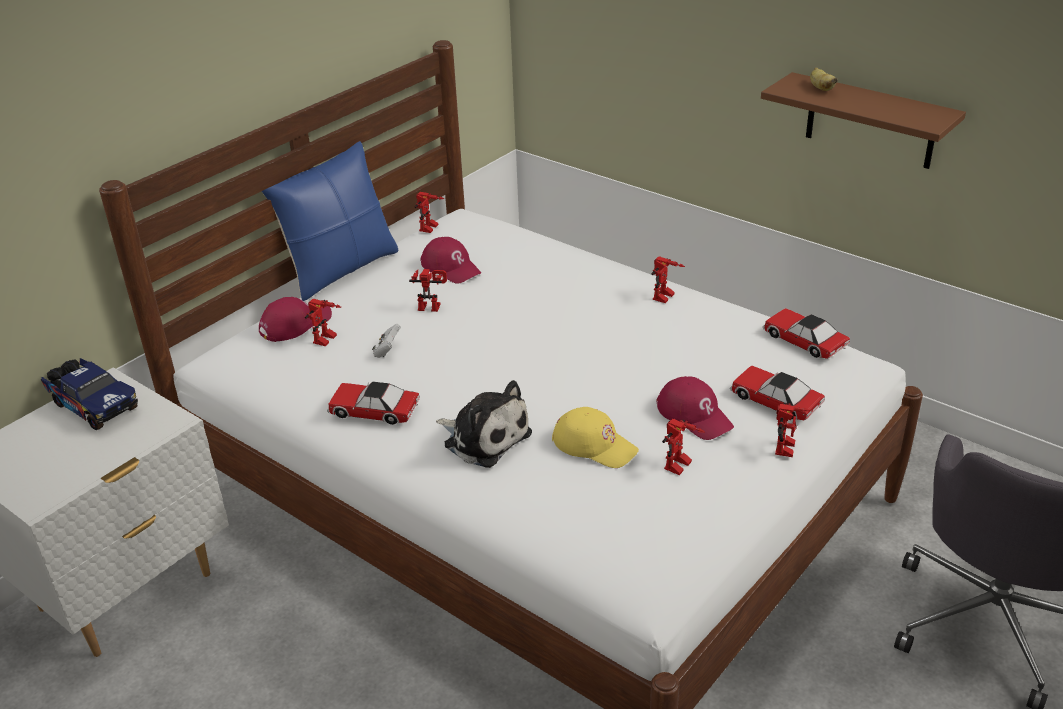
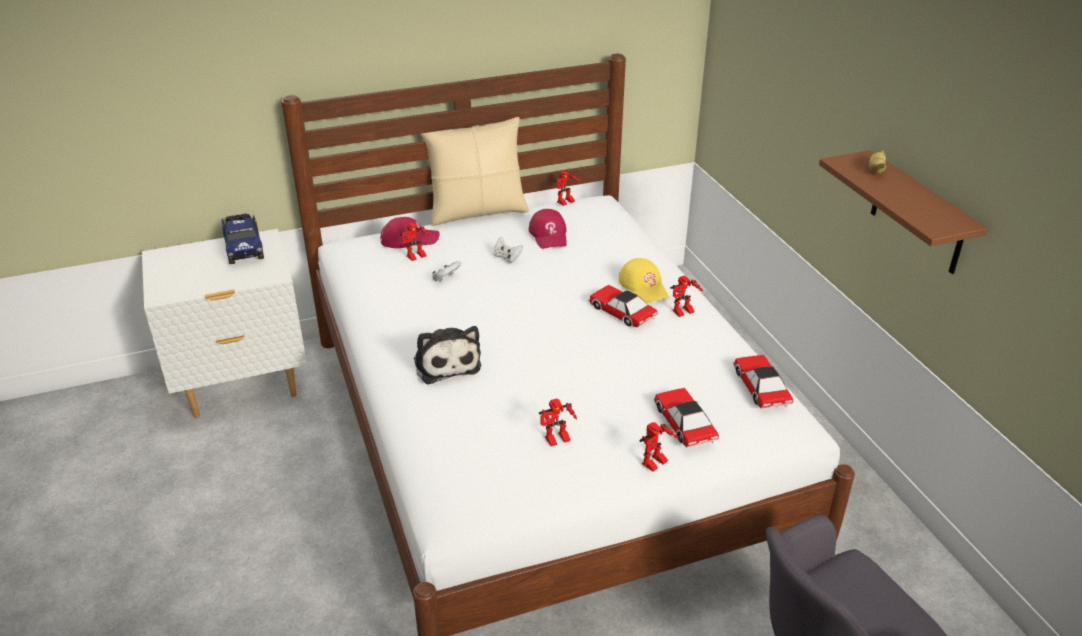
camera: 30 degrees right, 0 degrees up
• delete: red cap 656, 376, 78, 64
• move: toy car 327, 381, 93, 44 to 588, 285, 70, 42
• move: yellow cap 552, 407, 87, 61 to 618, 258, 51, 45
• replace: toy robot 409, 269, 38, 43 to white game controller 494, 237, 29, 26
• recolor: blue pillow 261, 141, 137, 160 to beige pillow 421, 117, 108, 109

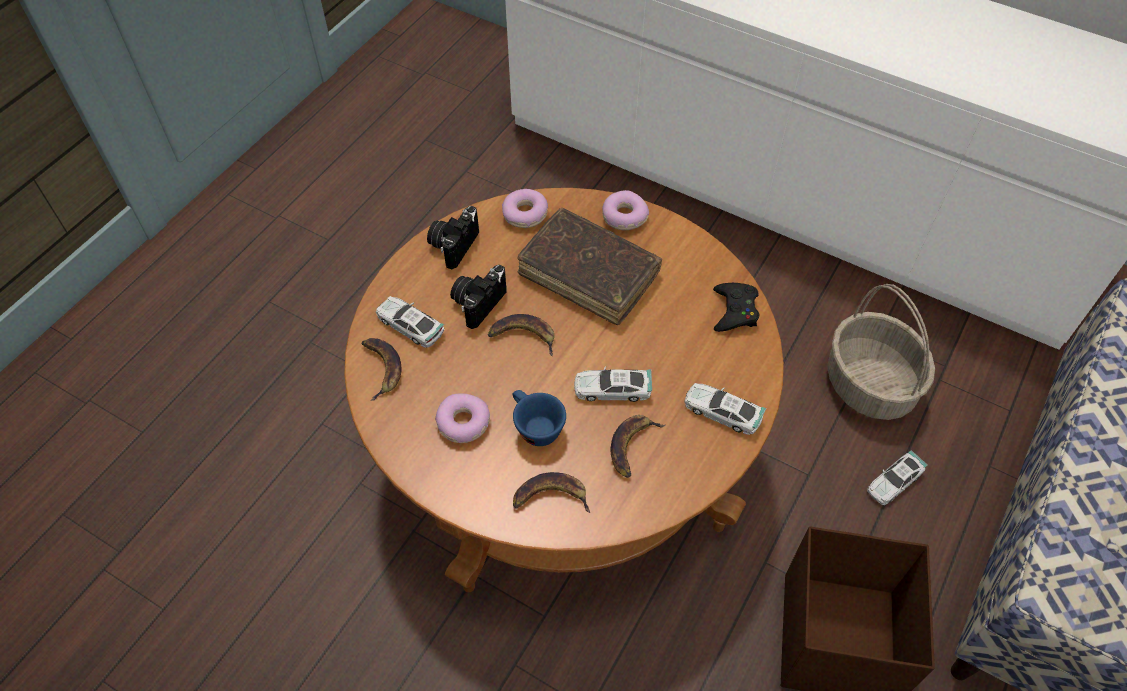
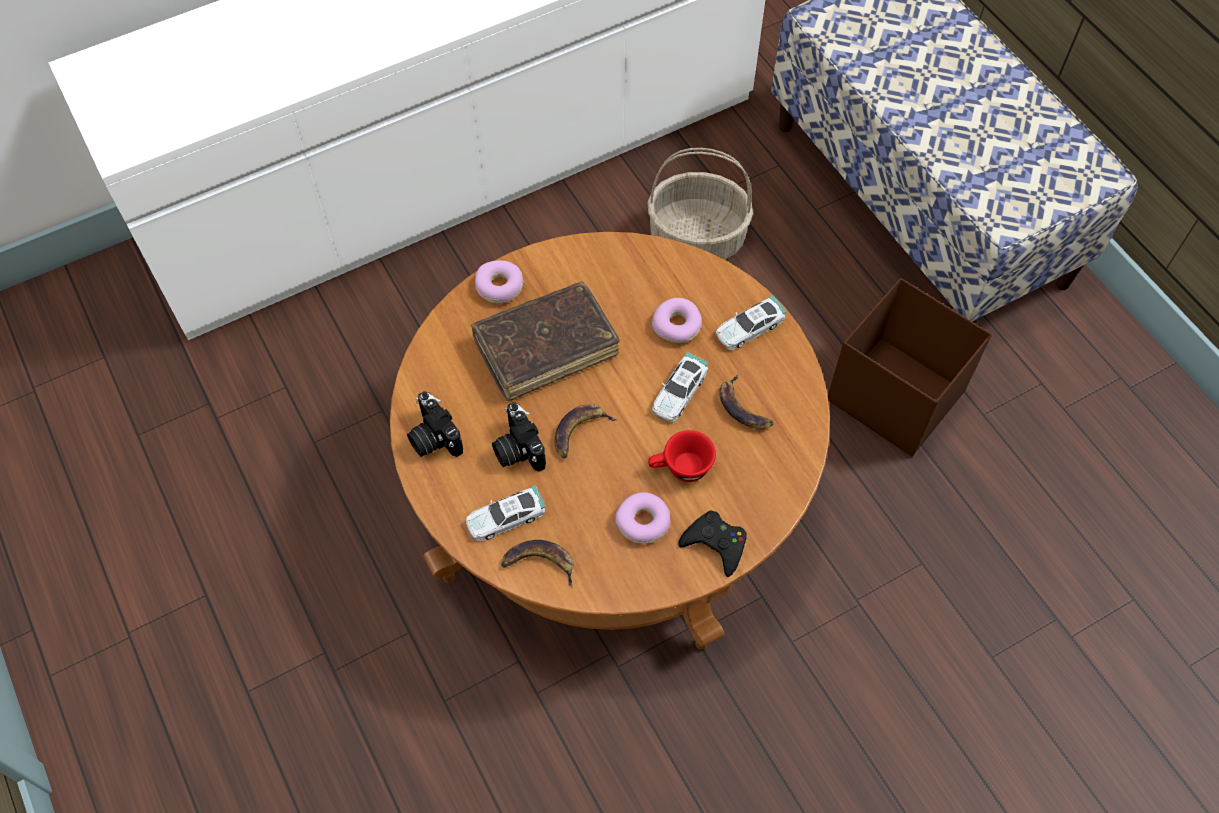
camera: 60 degrees left, 5 degrees up
• delete: banana 513, 472, 77, 41
• delete: toy car 867, 450, 60, 55
• move: donut 502, 189, 46, 39 to 652, 298, 50, 45
• move: black game controller 713, 283, 46, 49 to 678, 511, 69, 66
• recolor: blue cup 513, 390, 53, 56 to red cup 648, 430, 68, 52

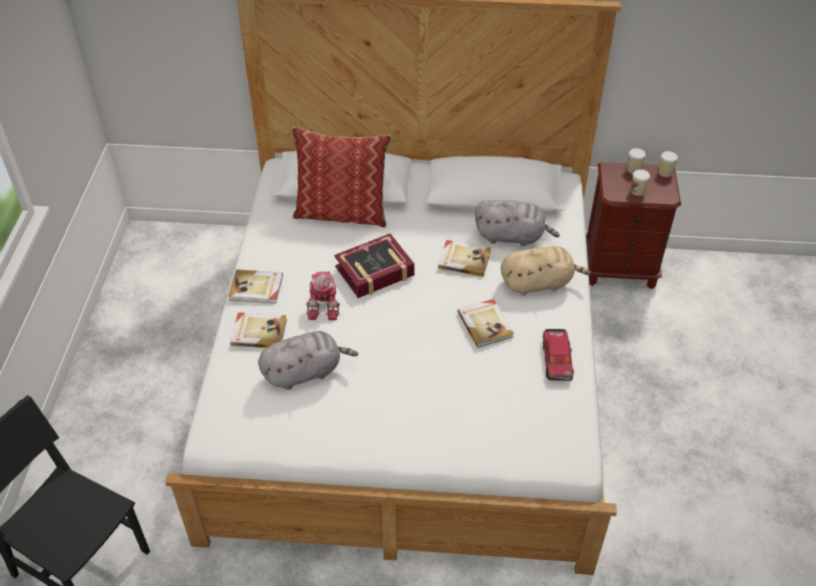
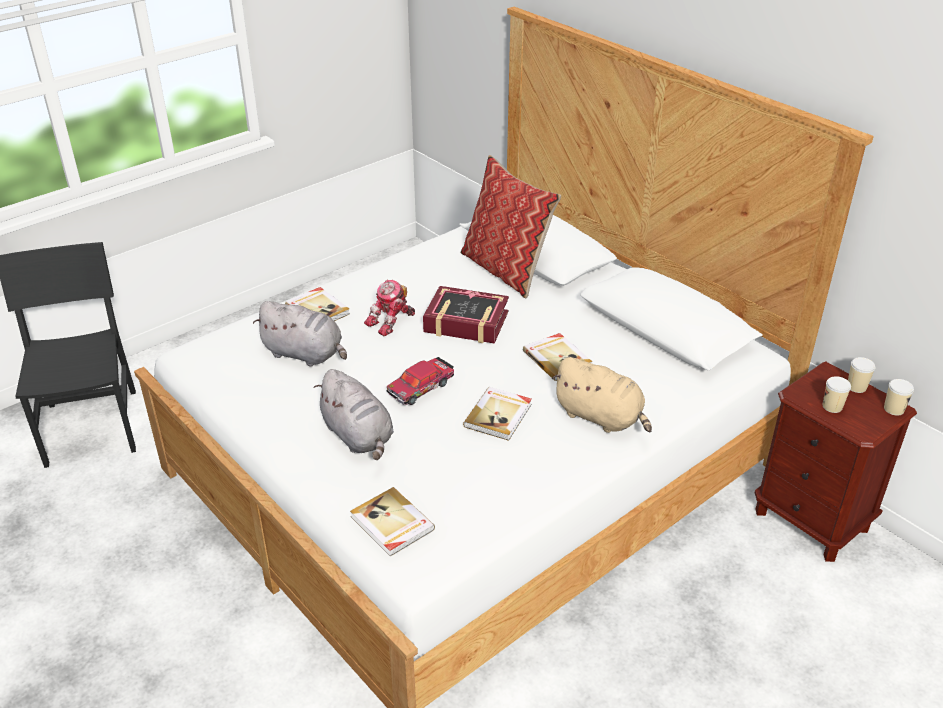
camera: 45 degrees right, 10 degrees down
• move: book 228, 269, 55, 35 to 350, 487, 85, 69
• move: grey plush toy 475, 200, 85, 46 to 314, 369, 80, 91
• move: toy car 543, 329, 31, 52 to 387, 357, 67, 48

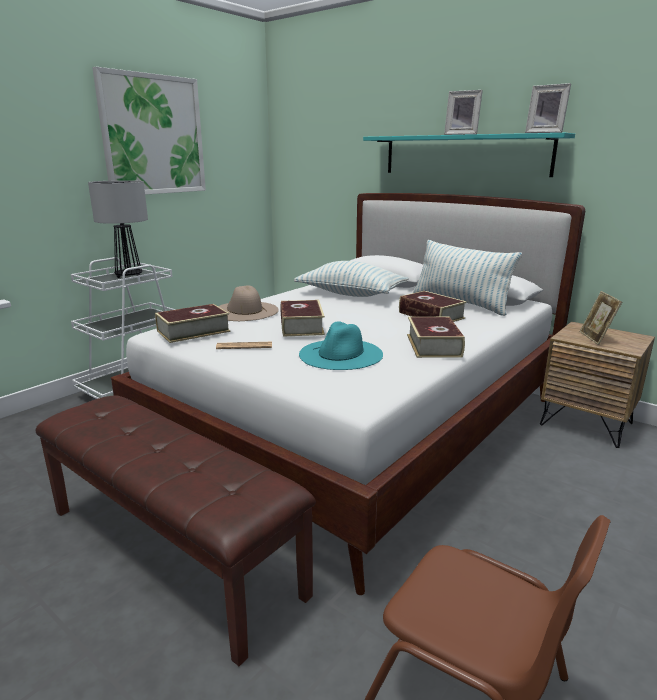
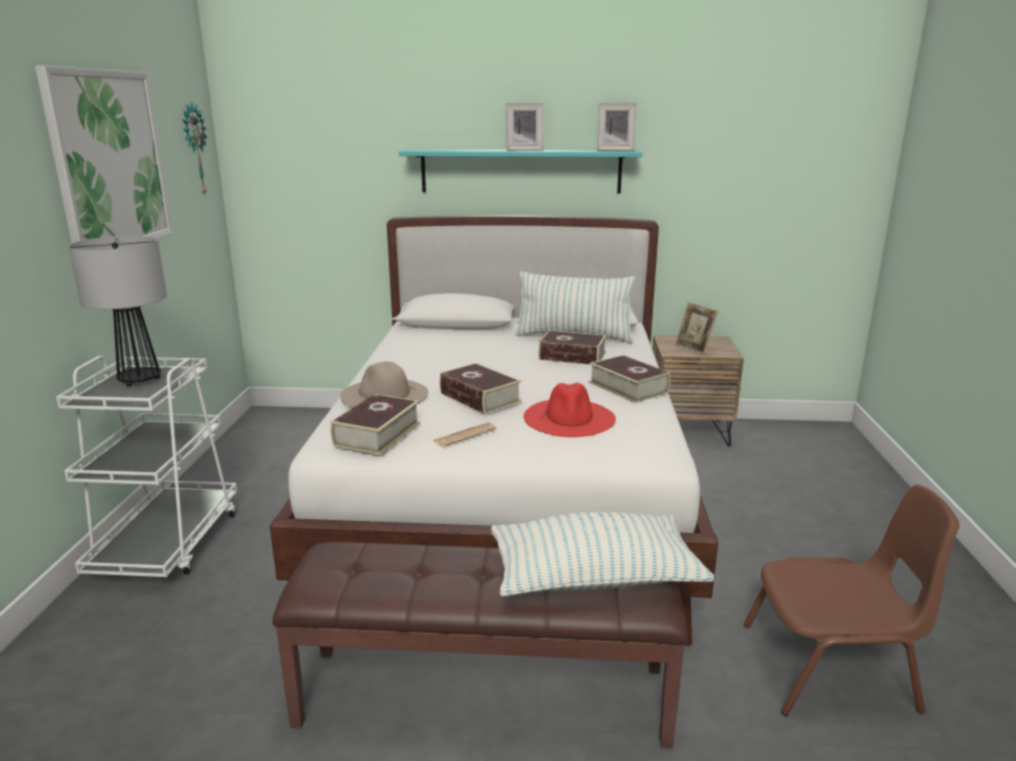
camera: 35 degrees left, 0 degrees up
• insert: wall clock 182, 102, 25, 95
• move: pillow 294, 261, 115, 36 to 491, 512, 223, 85
• recolor: turquoise hat 299, 321, 84, 49 to red hat 524, 383, 92, 54

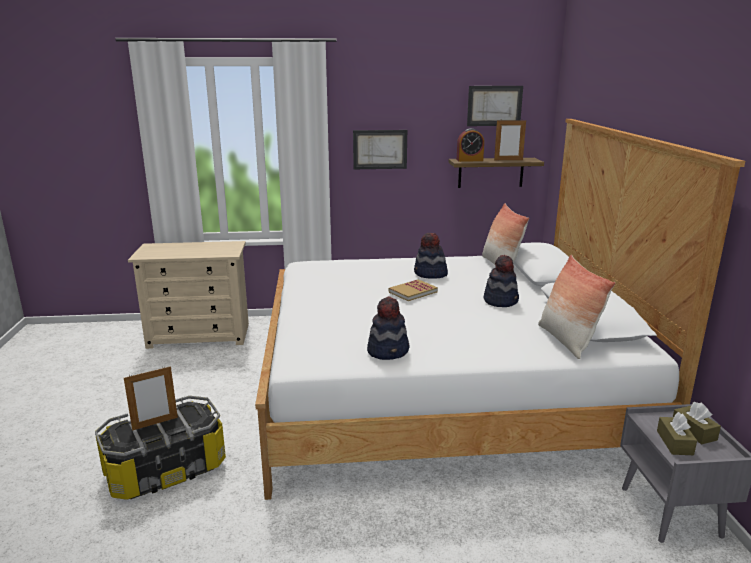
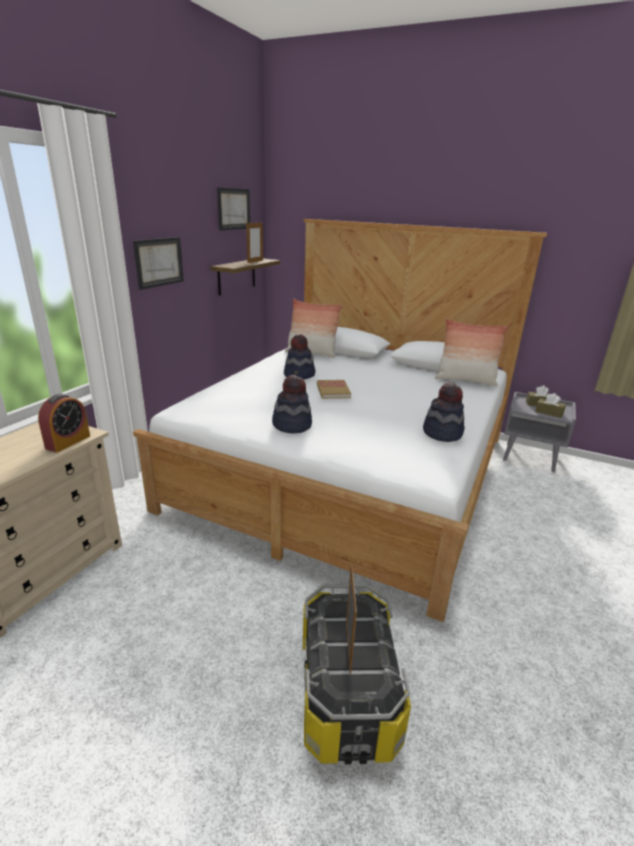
camera: 60 degrees left, 5 degrees up
• move: alarm clock 457, 128, 27, 34 to 38, 394, 52, 59
• move: hat 483, 255, 36, 52 to 272, 375, 40, 59

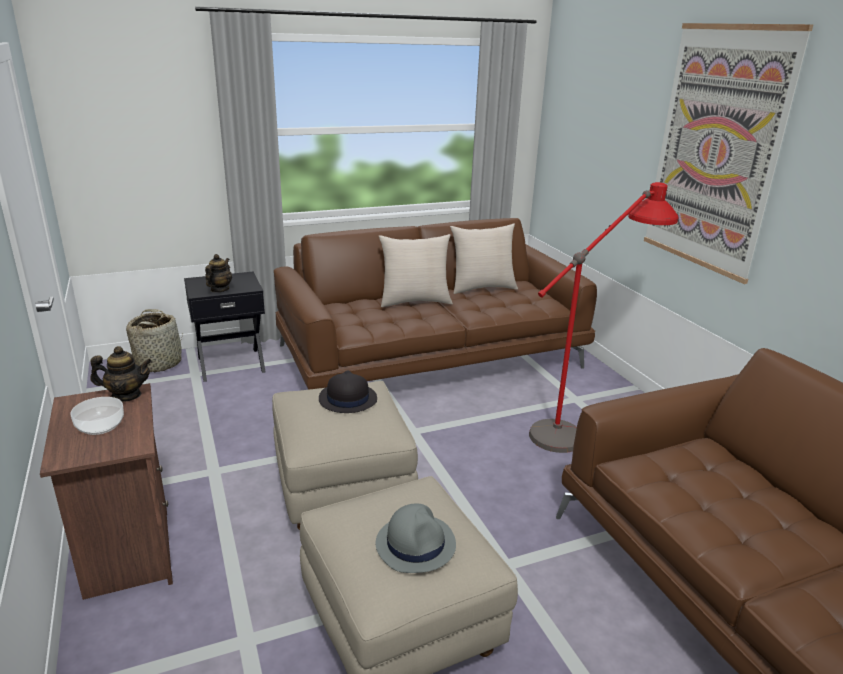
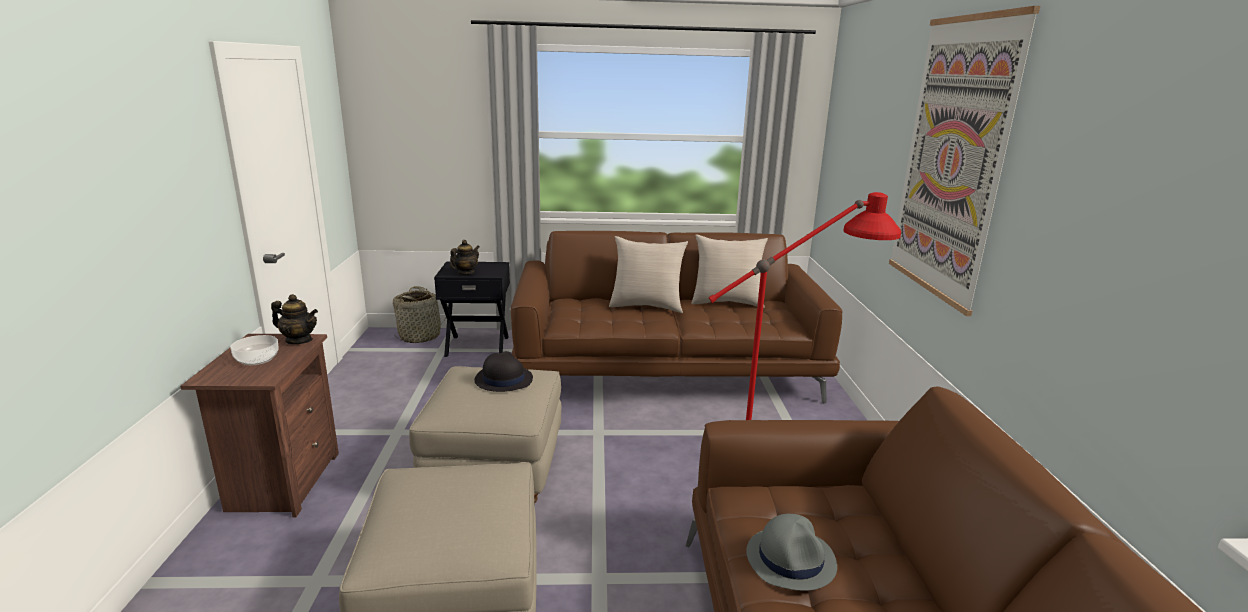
camera: 20 degrees right, 5 degrees down
• move: grey hat 376, 504, 80, 69 to 746, 514, 91, 77

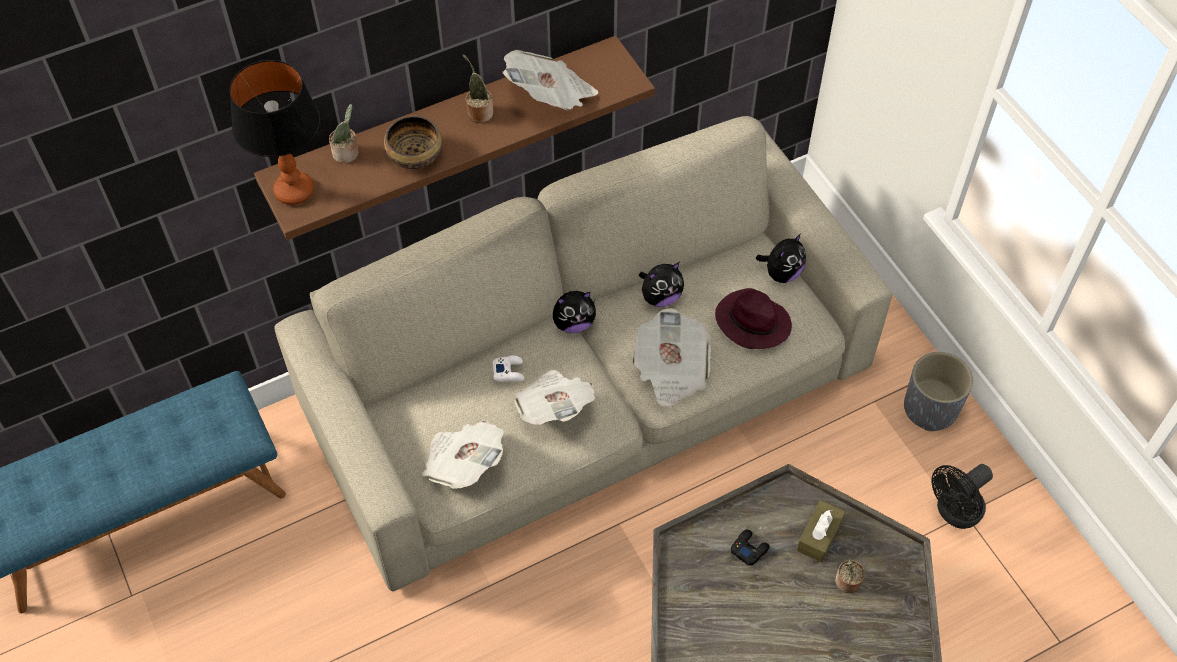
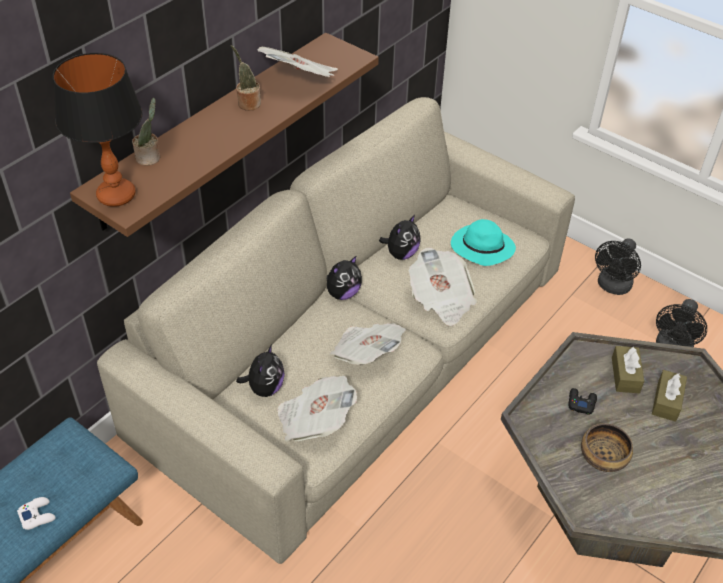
camera: 25 degrees left, 10 degrees down
• move: bowl 384, 115, 58, 54 to 581, 423, 52, 49
• move: white game controller 493, 355, 31, 27 to 17, 497, 39, 33
• move: plush toy 756, 233, 50, 50 to 236, 344, 49, 53
• replace: potted plant 835, 559, 30, 34 to brown tissue box 652, 370, 35, 52
• replace: grey planter 904, 352, 69, 79 to black fan 595, 238, 46, 57
• recolor: purple hat 715, 288, 77, 61 to turquoise hat 451, 219, 65, 47

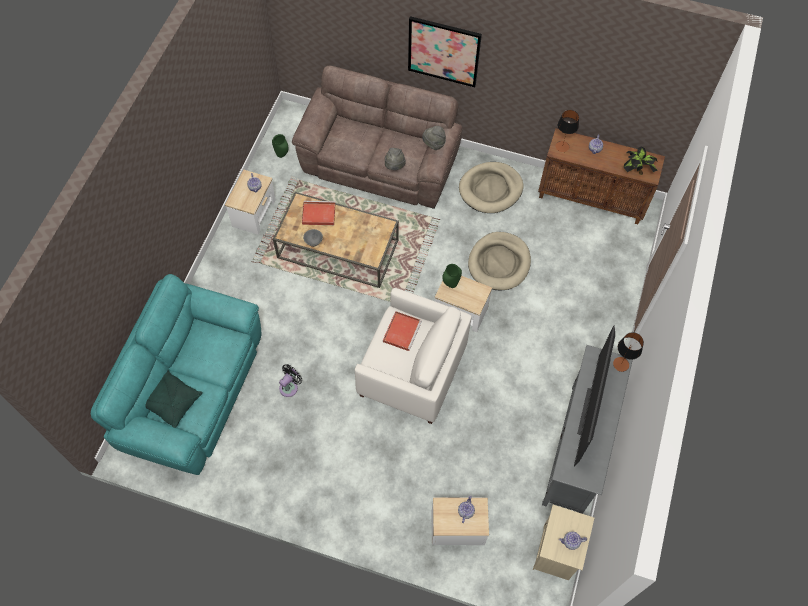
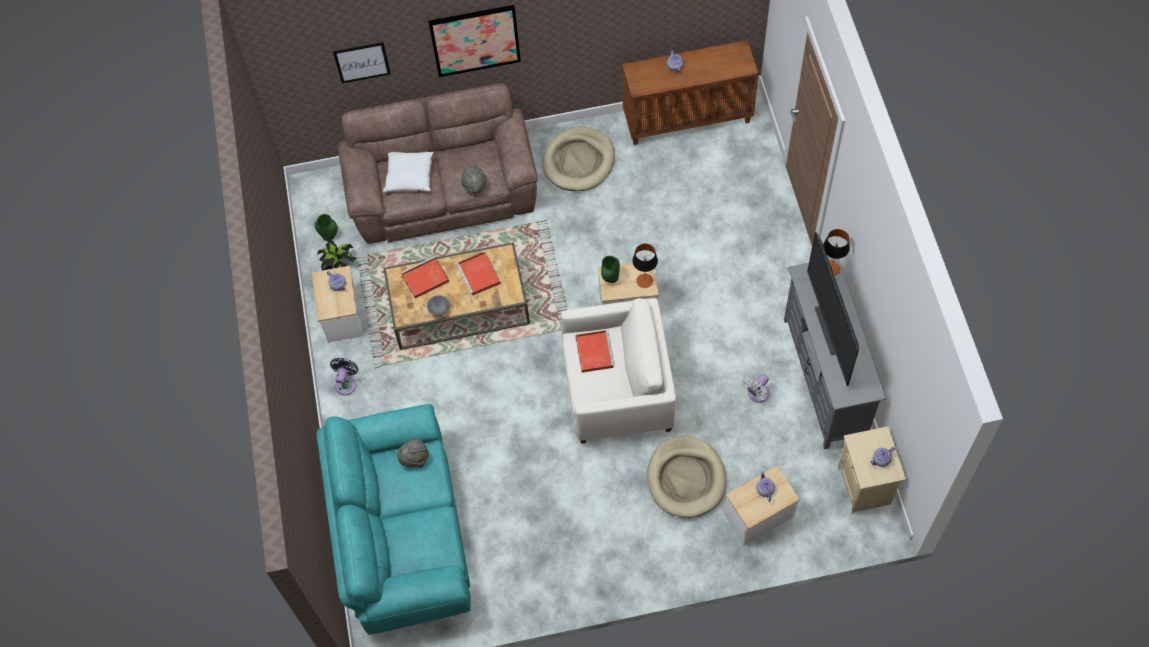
camera: 25 degrees left, 0 degrees up
• delete: green pillow 145, 370, 58, 58
• insert: picture 333, 42, 58, 41
• insert: white pillow 383, 152, 51, 40
• insert: red tray 456, 252, 45, 44
• insert: white fan 742, 374, 28, 29
• move: black fan 279, 364, 23, 33 to 330, 358, 28, 38
• move: grey hat 422, 126, 24, 24 to 397, 439, 32, 29
• move: beige dog bed 468, 232, 63, 58 to 647, 436, 79, 82
• move: table lamp 556, 110, 23, 42 to 633, 244, 25, 44
• move: potted plant 623, 146, 35, 29 to 317, 241, 39, 30

